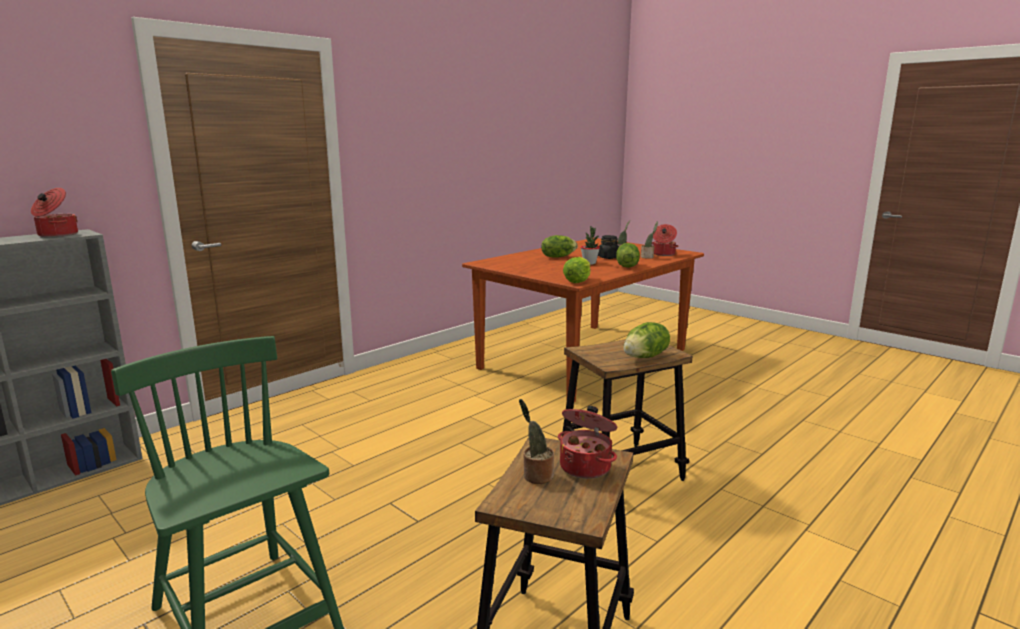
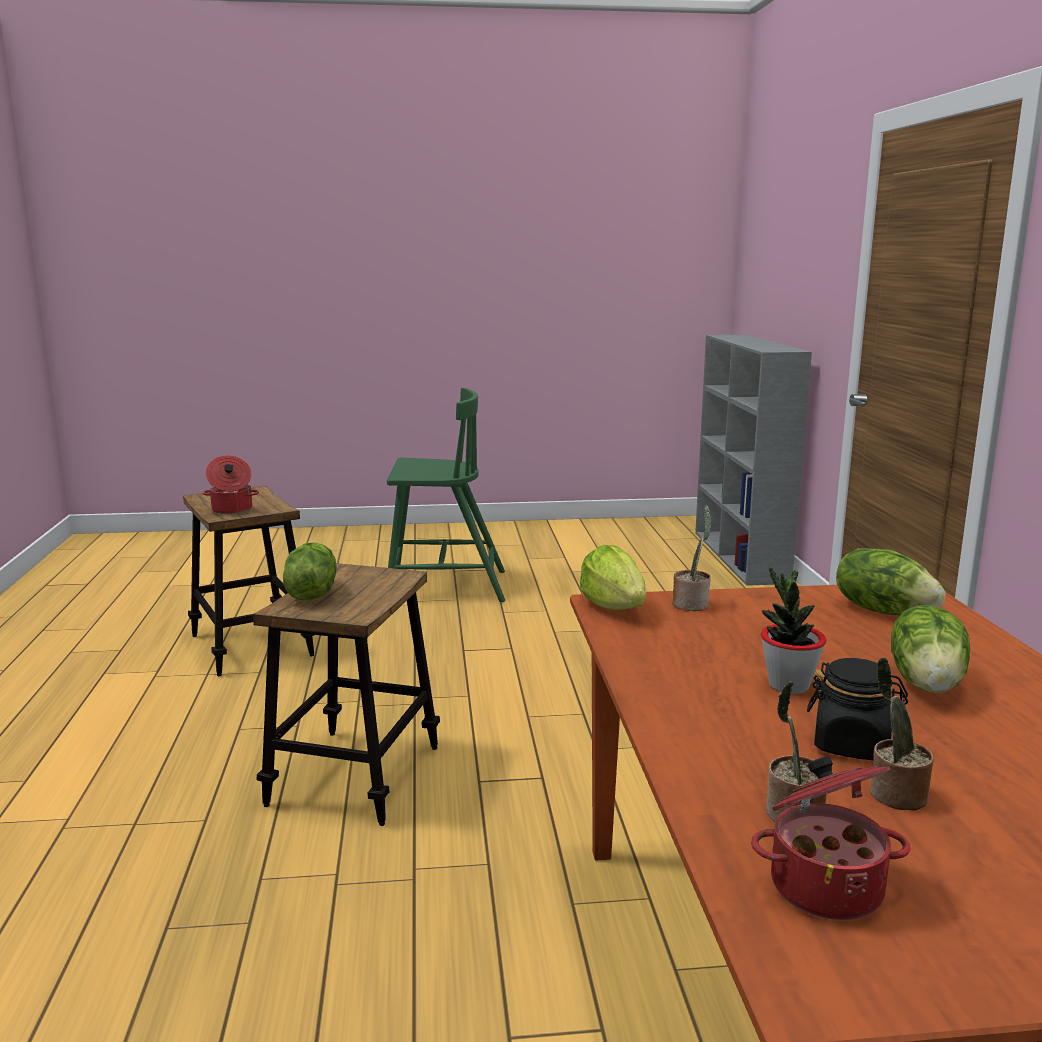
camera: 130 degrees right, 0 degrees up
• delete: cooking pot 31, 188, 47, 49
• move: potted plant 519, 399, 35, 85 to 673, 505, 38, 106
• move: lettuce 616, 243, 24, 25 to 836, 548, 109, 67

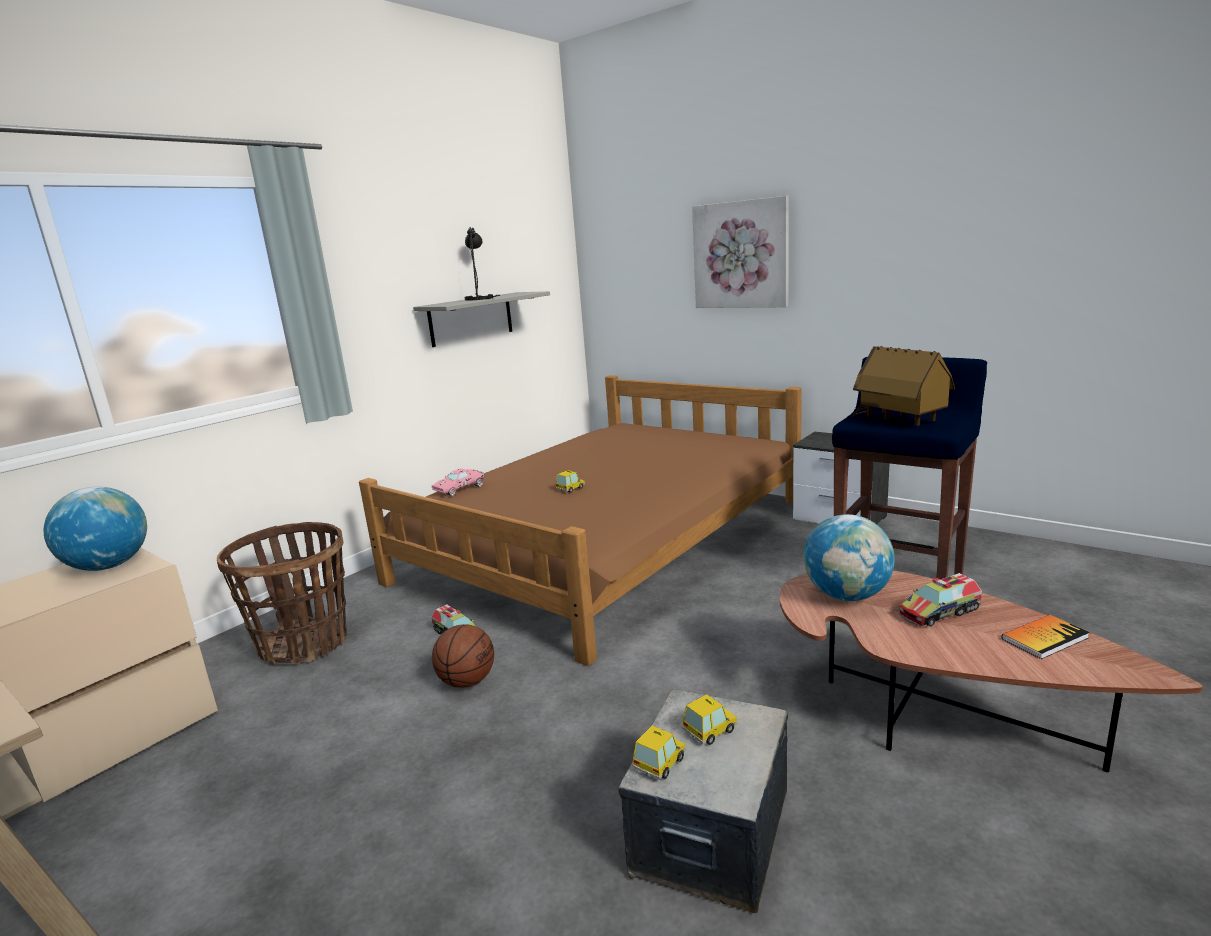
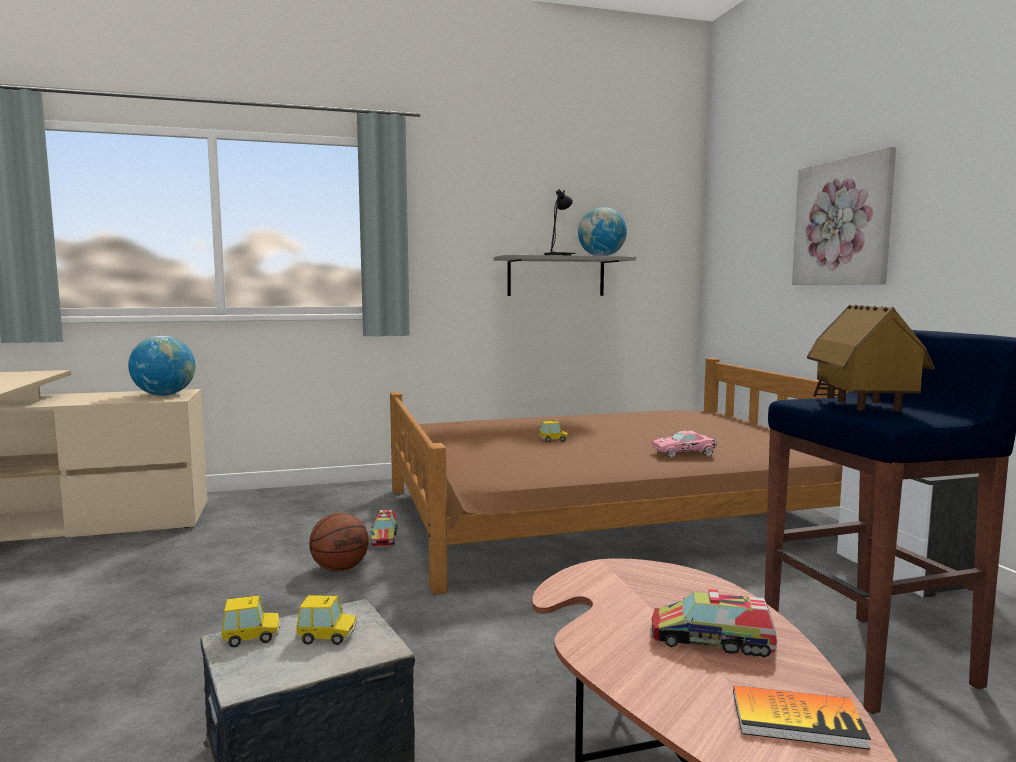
camera: 35 degrees right, 10 degrees down
• delete: basket 217, 522, 130, 142
• move: pink toy car 432, 468, 52, 28 to 652, 431, 65, 27
• move: globe 804, 514, 91, 87 to 578, 207, 49, 49

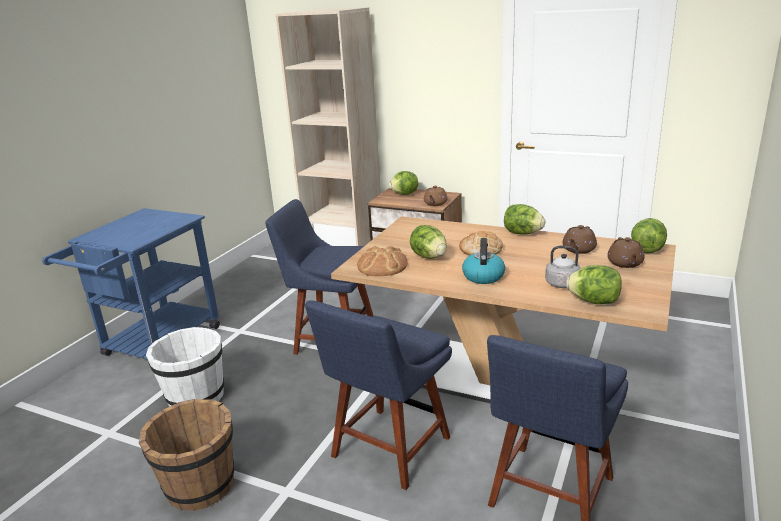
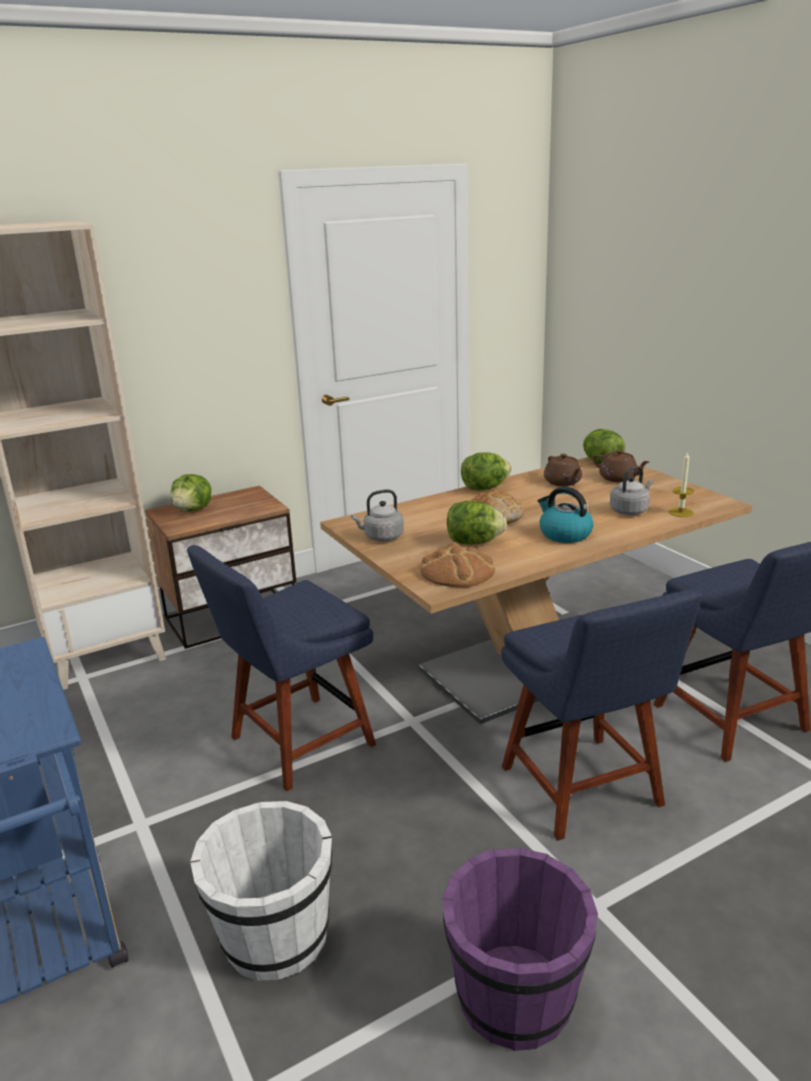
camera: 55 degrees left, 0 degrees up
• delete: brown teapot 424, 186, 23, 20
• insert: grey kettle 351, 489, 53, 52
• replace: lettuce 566, 265, 56, 39 to candle 669, 451, 25, 66
• recolor: brown bucket 139, 399, 95, 112 to purple bucket 442, 848, 156, 203

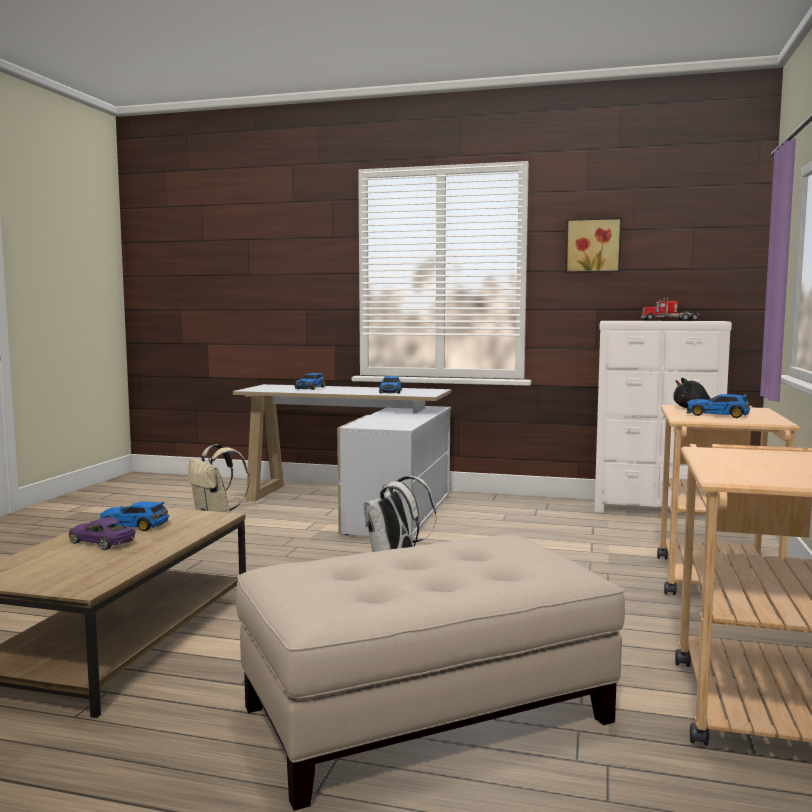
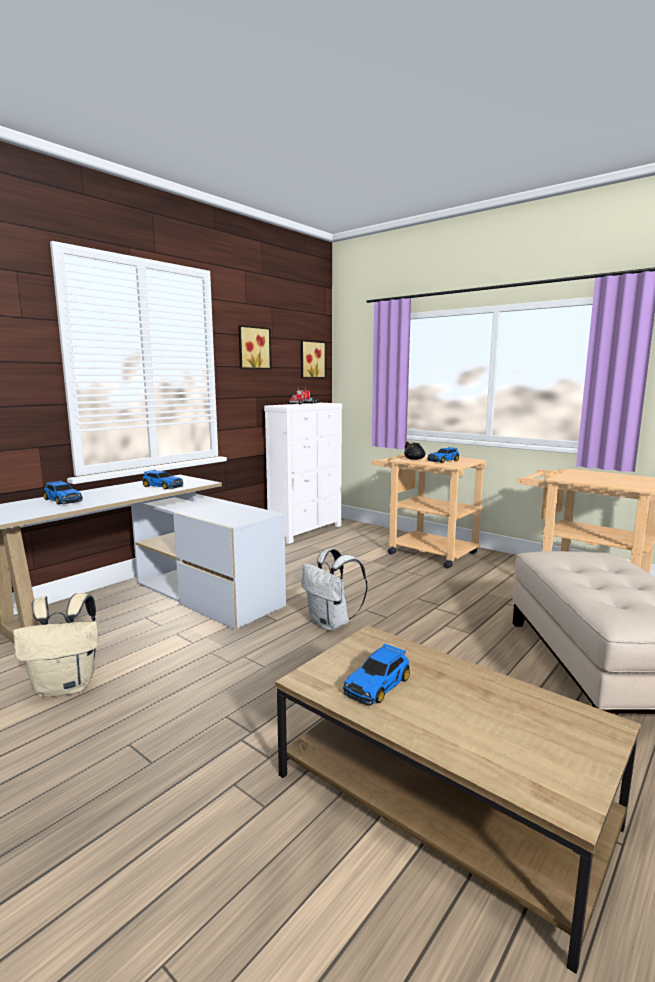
camera: 65 degrees left, 5 degrees up
• delete: purple toy car 69, 517, 67, 33
• insert: picture 301, 340, 25, 38

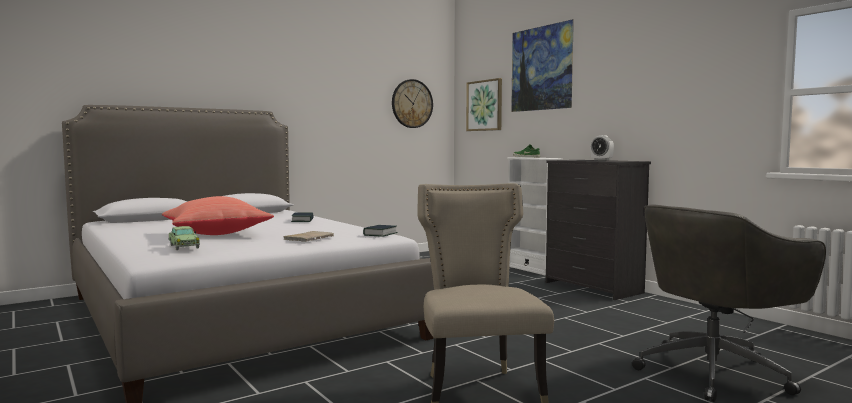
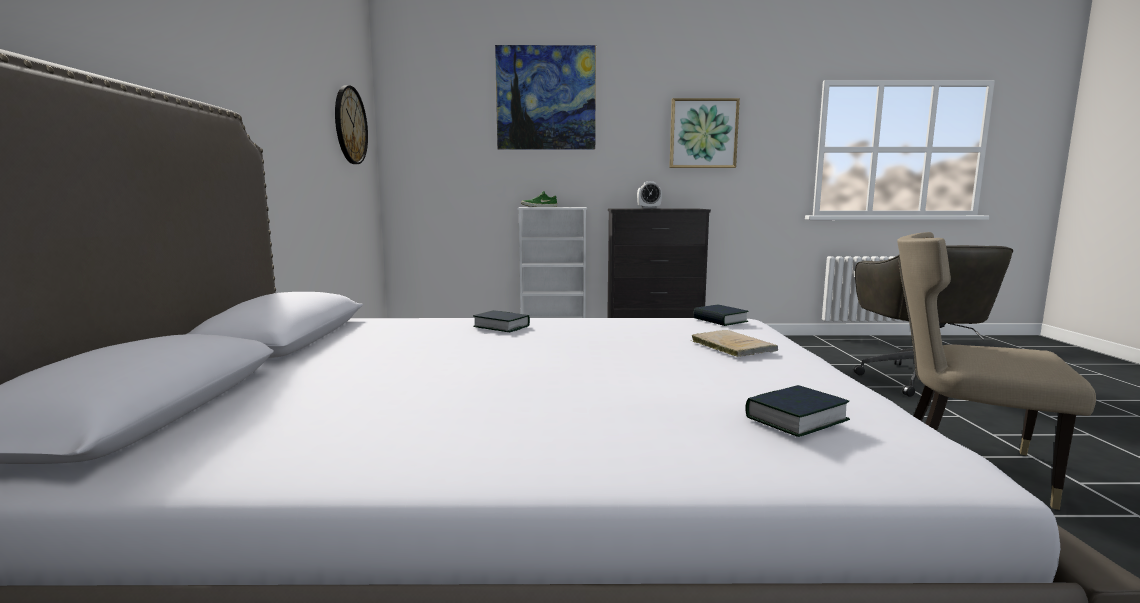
camera: 55 degrees left, 5 degrees up
• delete: red pillow 162, 196, 112, 39
• move: picture 466, 78, 36, 53 to 669, 98, 71, 70
• replace: toy car 168, 226, 32, 24 to book 745, 385, 105, 52

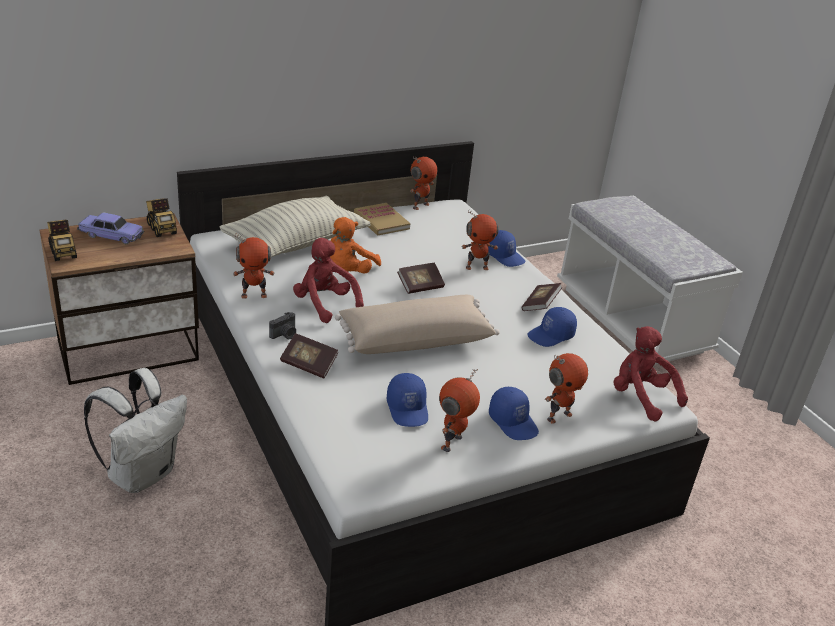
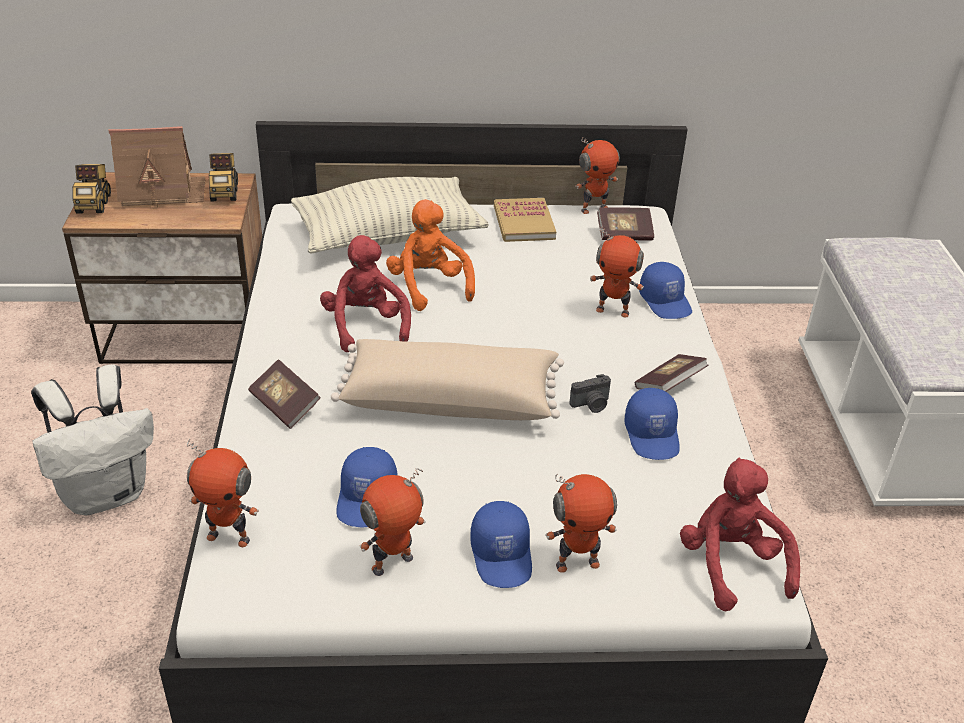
camera: 25 degrees right, 5 degrees up
• move: toy robot 233, 233, 42, 66 to 187, 439, 72, 108
• move: photo camera 269, 312, 27, 27 to 569, 374, 42, 39
• move: book 397, 263, 48, 31 to 597, 207, 57, 34
• replace: toy car 77, 213, 67, 31 to toy house 108, 126, 97, 82
• rotate: orange plush toy 330, 217, 51, 56 = 386, 199, 89, 112 105 degrees clockwise
• rotate: blue cap 528, 307, 49, 40 = 624, 388, 56, 72 90 degrees counterclockwise

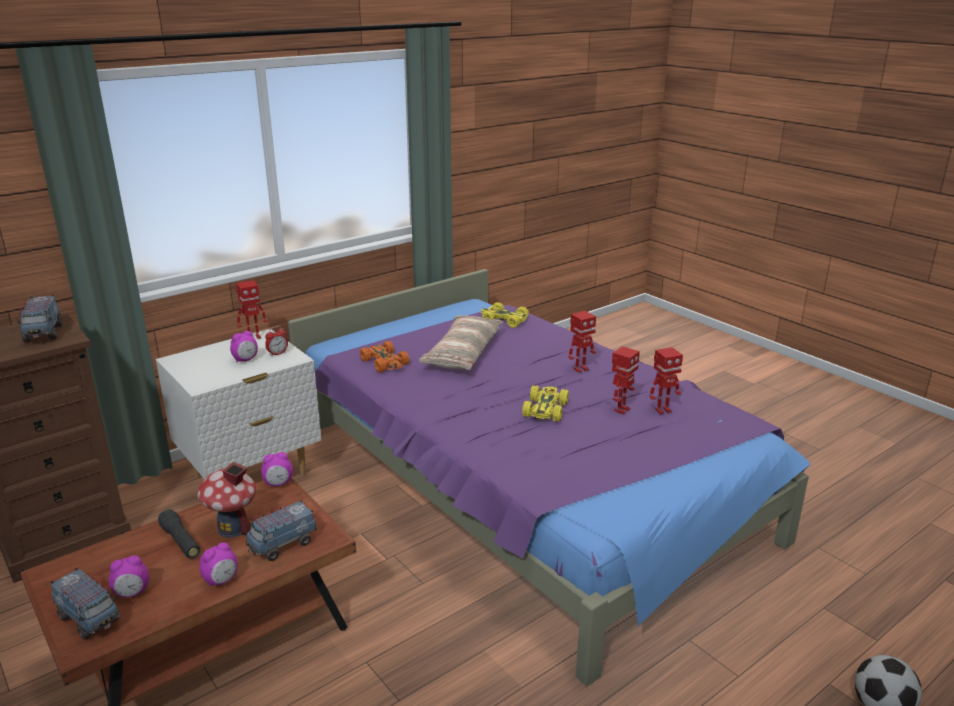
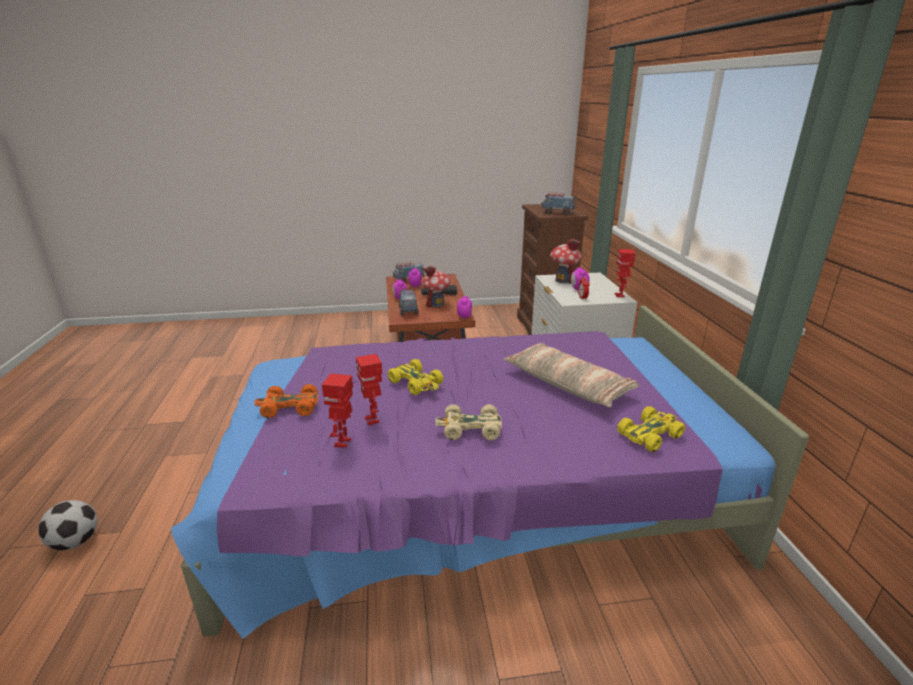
camera: 120 degrees right, 0 degrees up
• insert: toy house 550, 239, 32, 45
• move: orange toy car 360, 341, 49, 32 to 254, 384, 65, 34
• replace: toy robot 568, 311, 28, 62 to beige toy car 435, 404, 67, 36

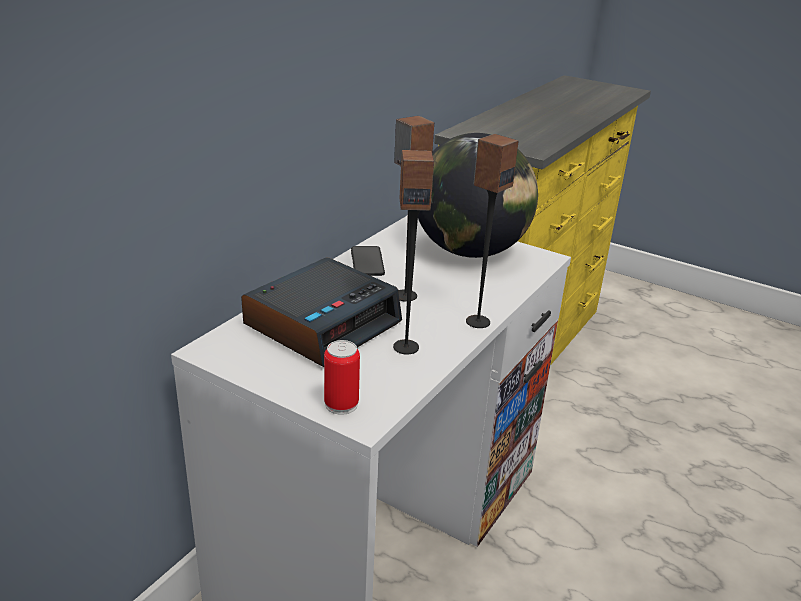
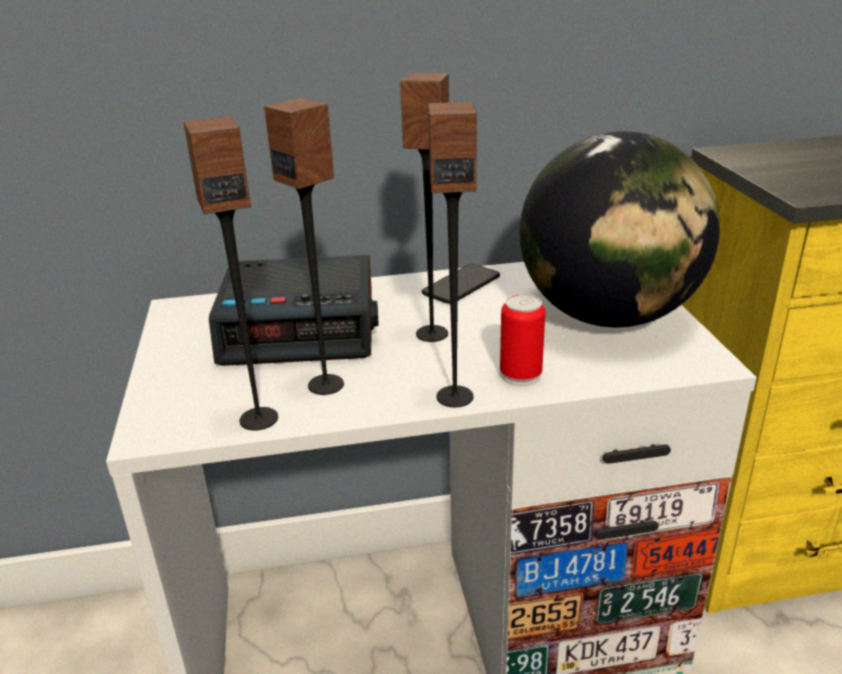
camera: 50 degrees right, 0 degrees up
• insert: speaker 184, 117, 94, 314
• move: can 324, 340, 36, 75 to 500, 294, 45, 92

